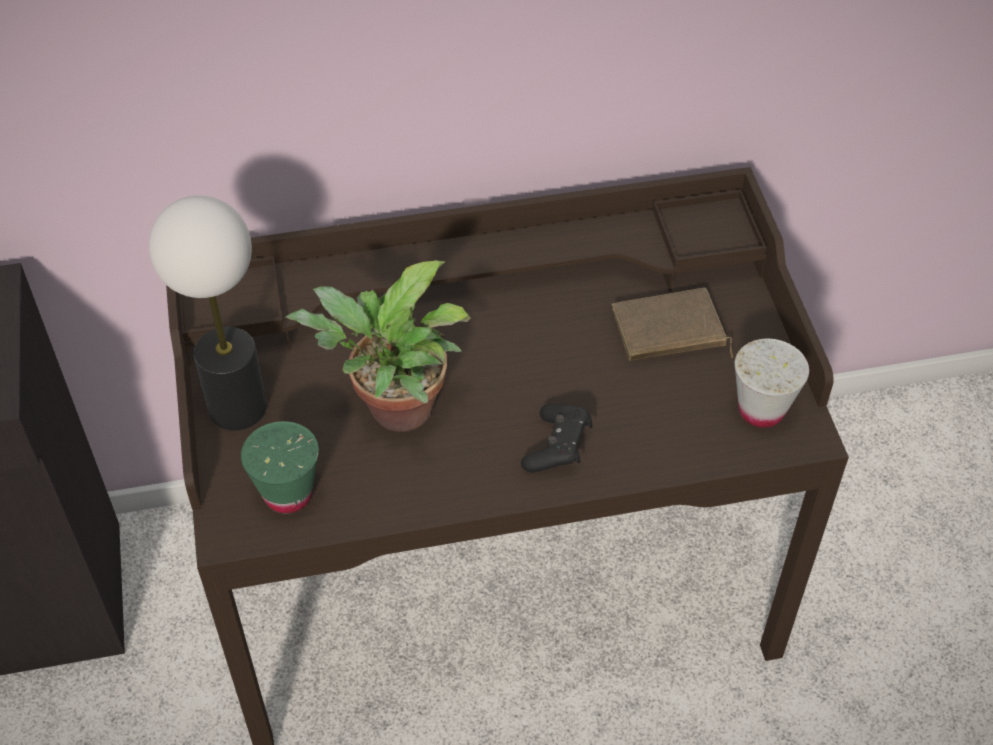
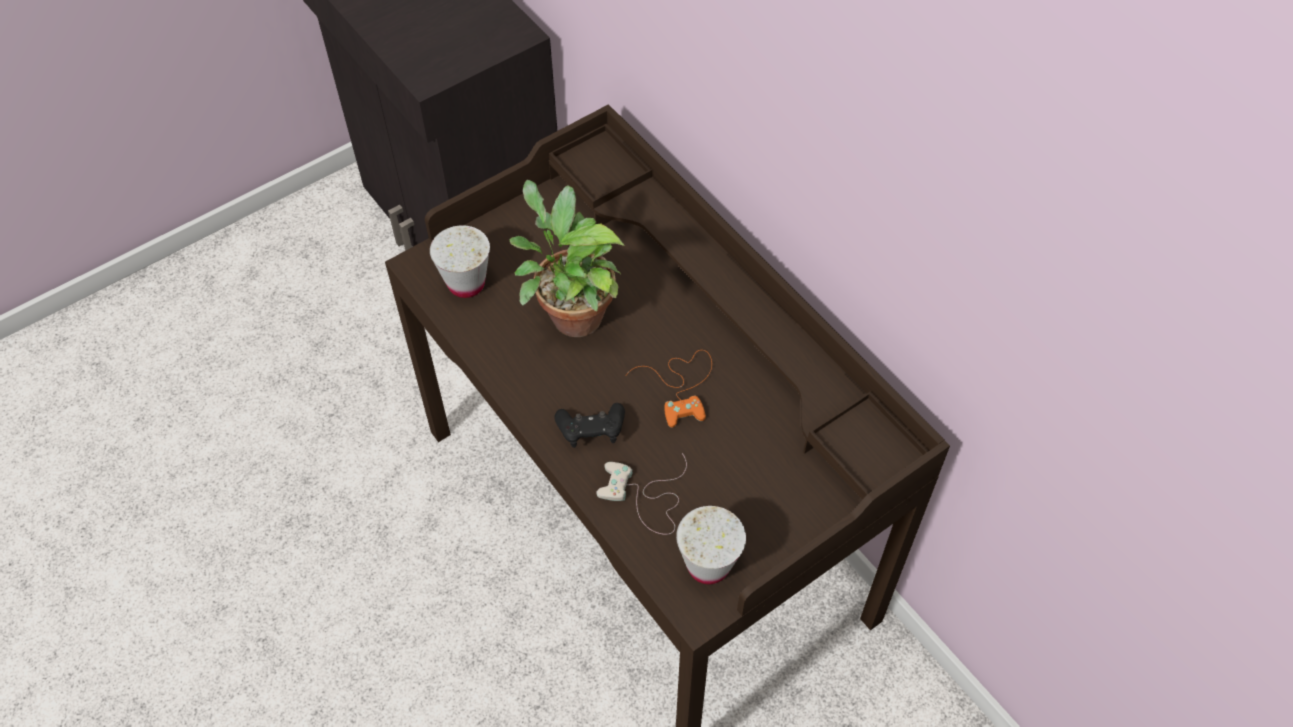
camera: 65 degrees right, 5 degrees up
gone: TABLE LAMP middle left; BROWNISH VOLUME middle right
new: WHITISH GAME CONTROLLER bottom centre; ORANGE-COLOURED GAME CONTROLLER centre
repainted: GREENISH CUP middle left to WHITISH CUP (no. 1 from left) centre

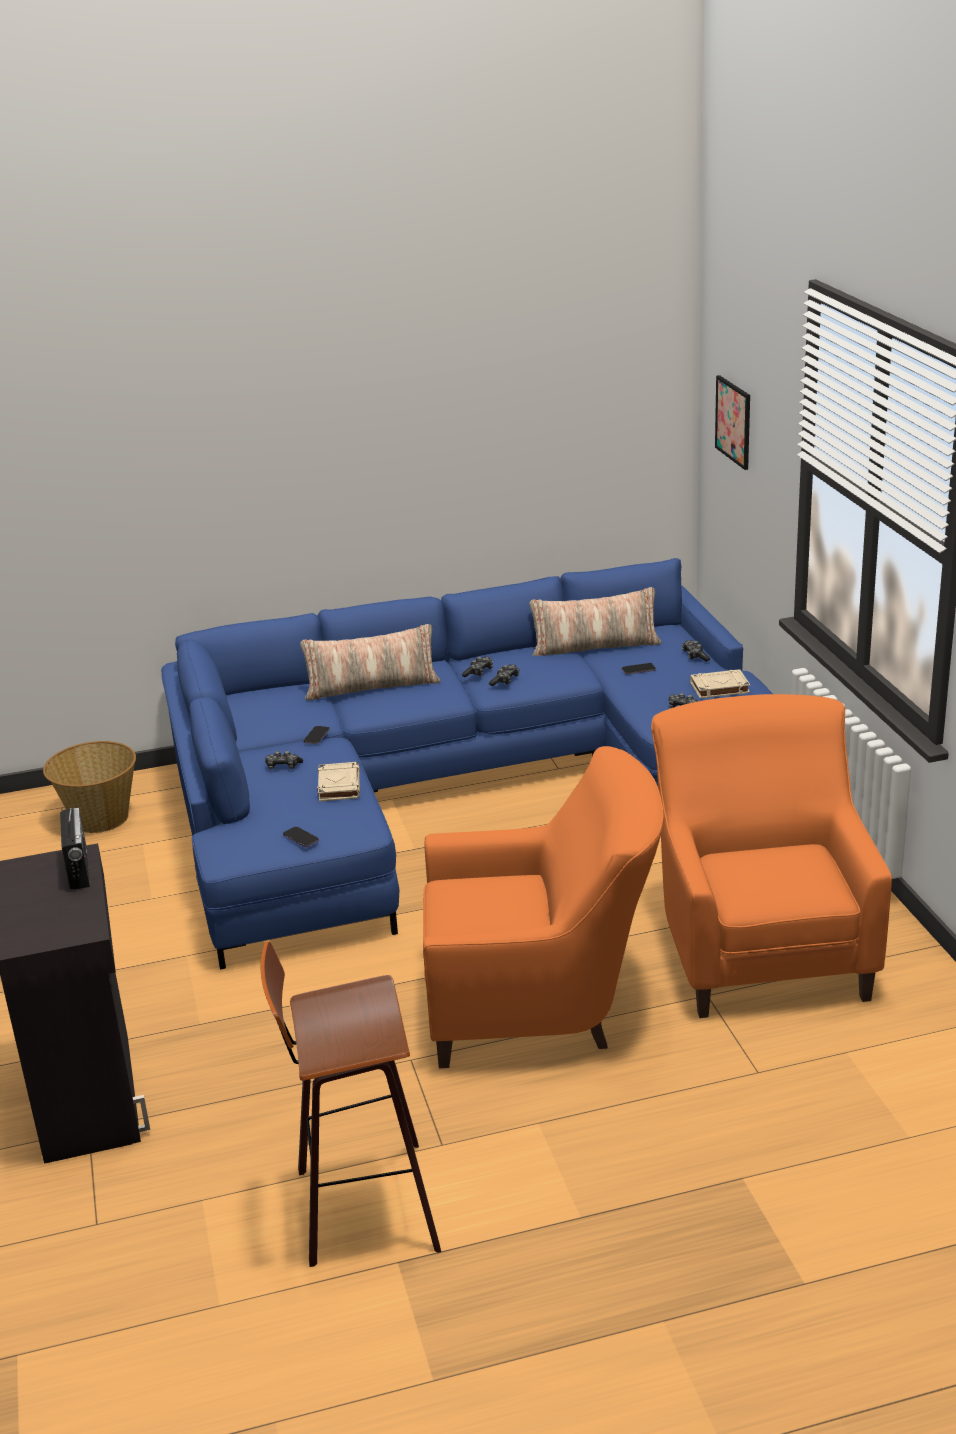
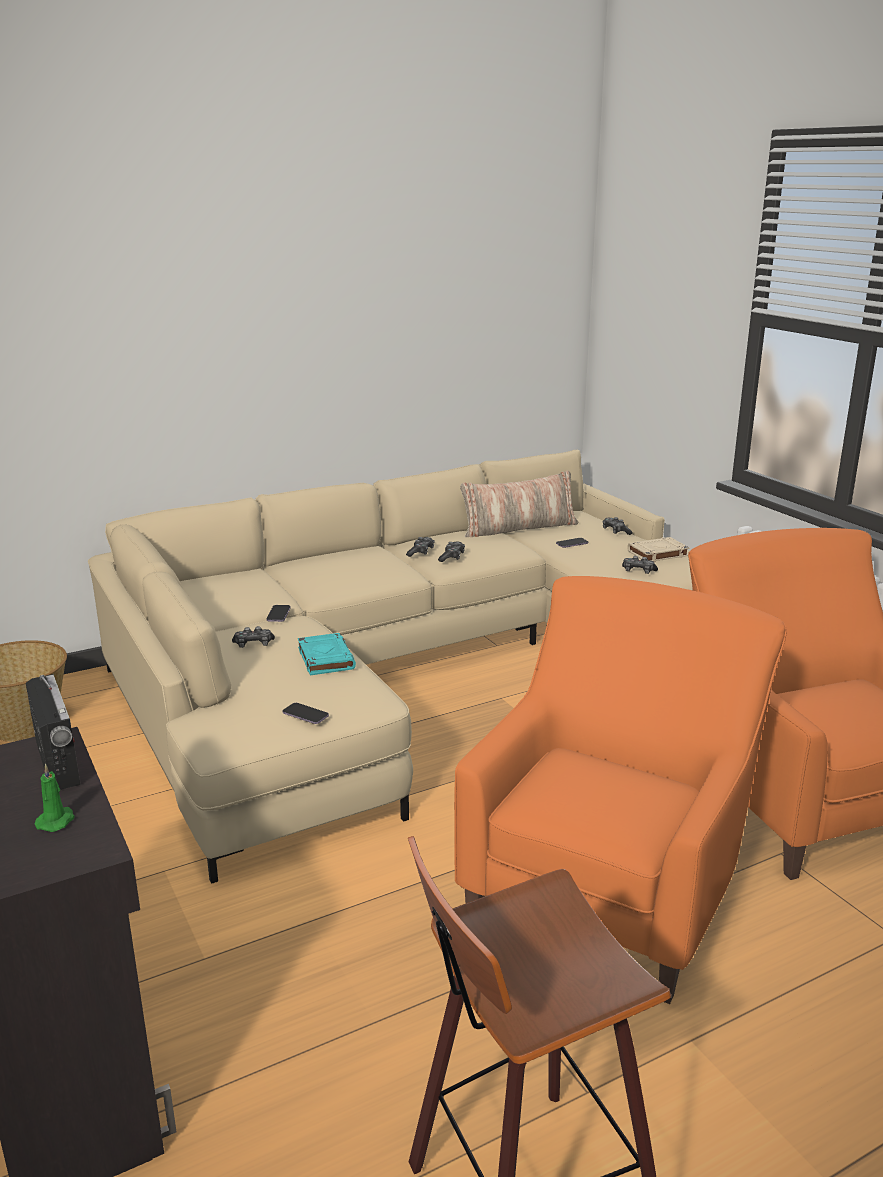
camera: 15 degrees left, 5 degrees down
gone: THROW PILLOW (no. 1 from left) centre; PICTURE top right
new: GREENISH WAX LIGHT bottom left
repainted: BLUISH SETTEE centre to SAND-COLOURED SETTEE centre; SAND-COLOURED VOLUME (no. 1 from left) centre to TURQUOISE VOLUME centre
rotated: ORANGE-COLOURED EASY CHAIR (no. 1 from left) centre = bottom right 45 degrees counterclockwise

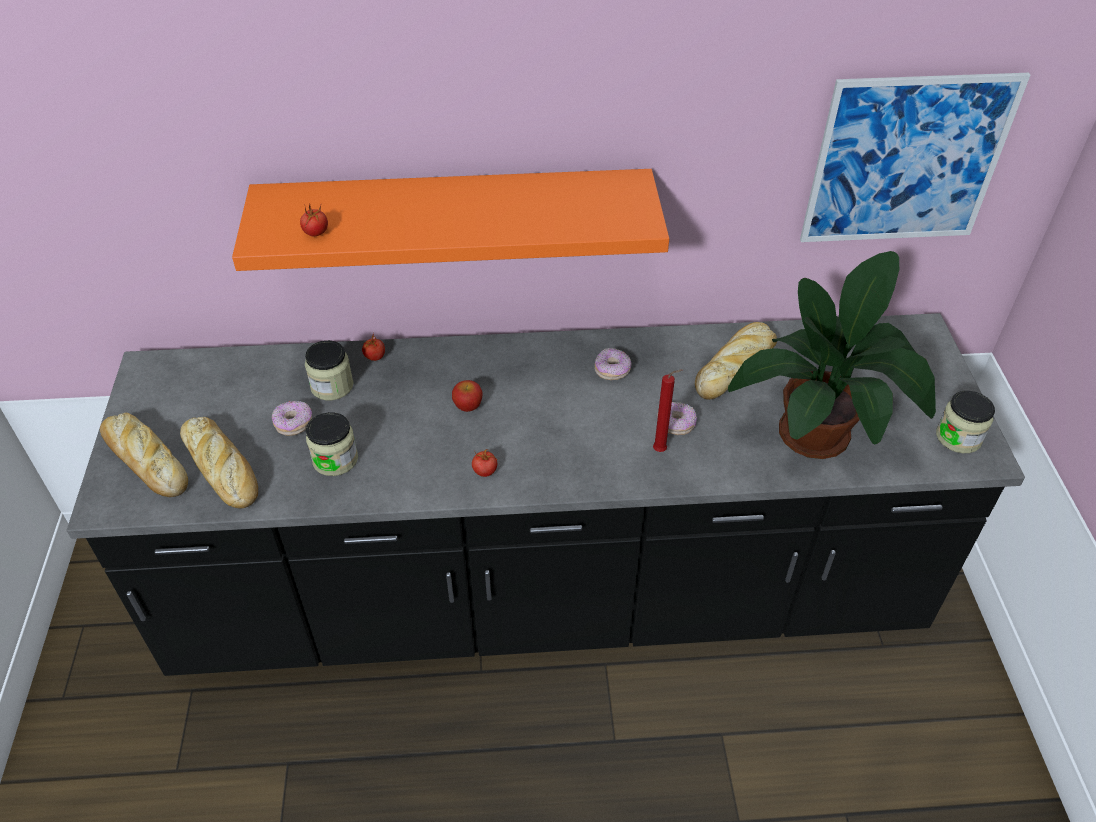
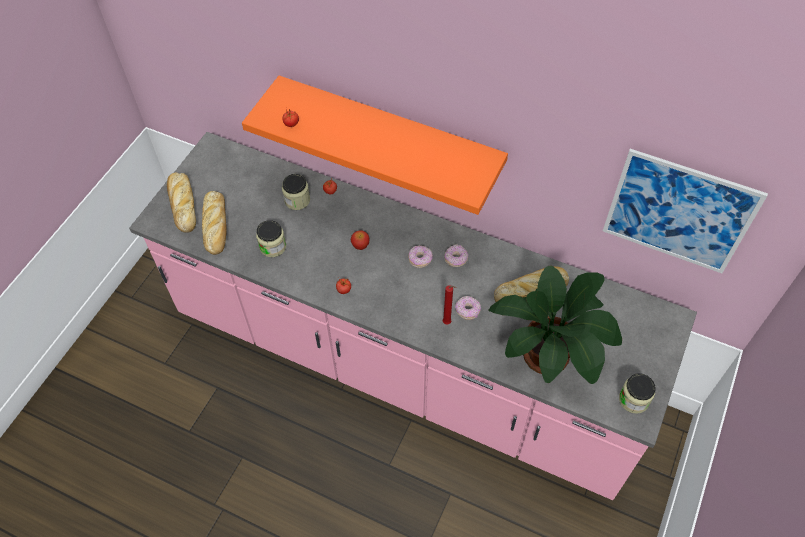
camera: 30 degrees right, 10 degrees up
shifted: RING DOUGHNUT (no. 1 from left) middle left to centre
repainted: BLACK KITCHEN BASE UNIT centre to PINK KITCHEN BASE UNIT centre

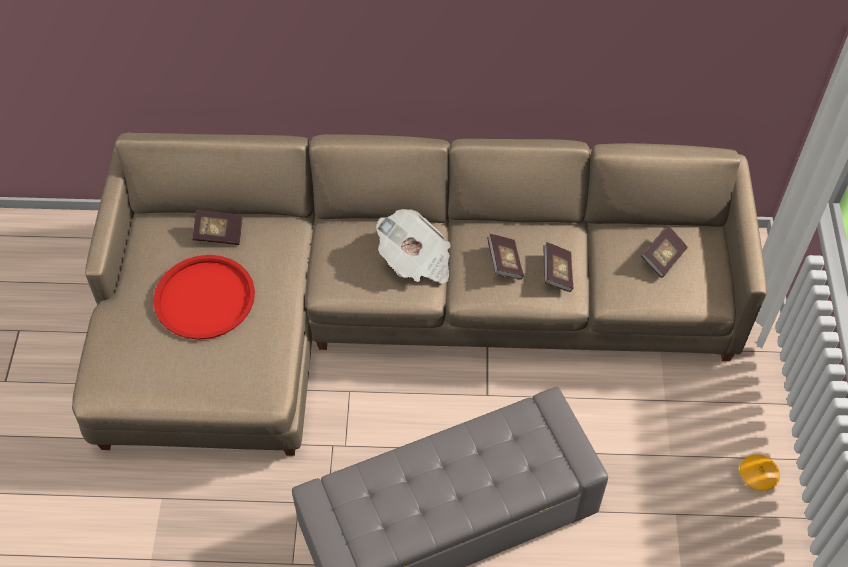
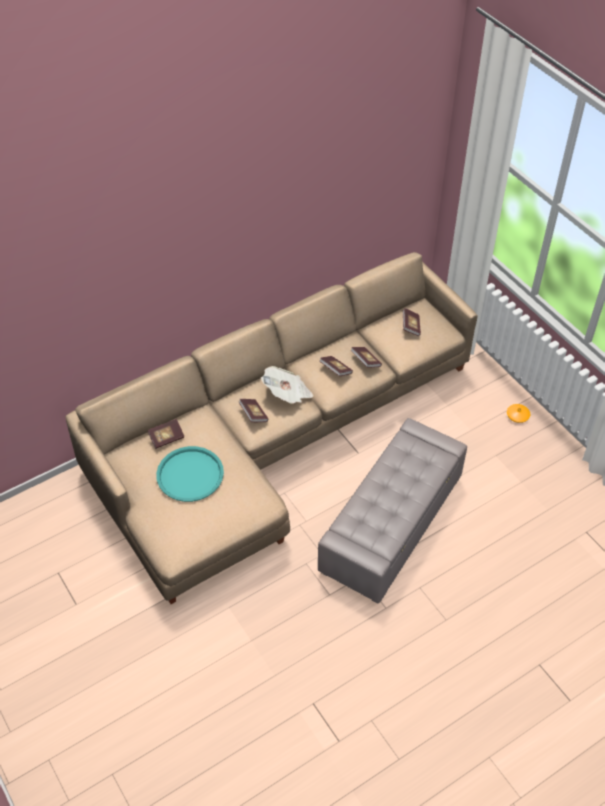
camera: 35 degrees left, 5 degrees down
new: VOLUME (no. 2 from left) centre
repainted: RED-COLOURED CARRYING TRAY middle left to TURQUOISE CARRYING TRAY middle left

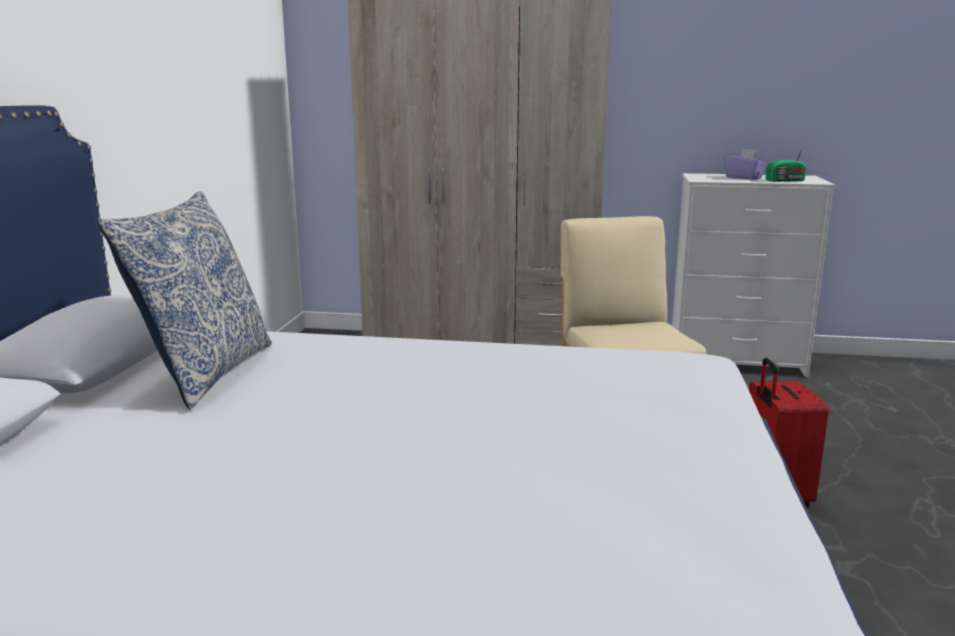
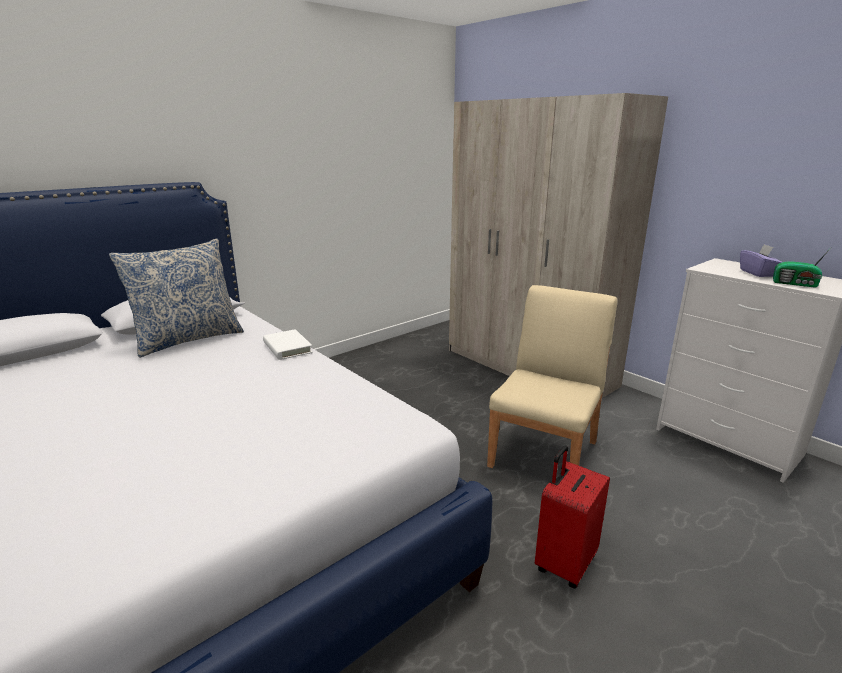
camera: 40 degrees right, 5 degrees up
new: WHITISH VOLUME centre

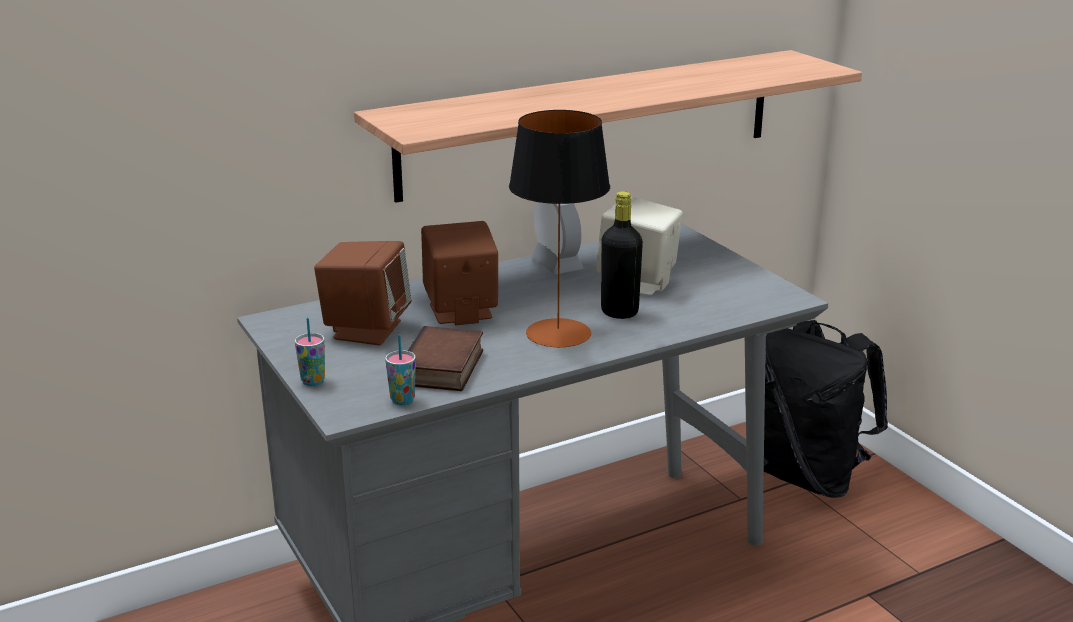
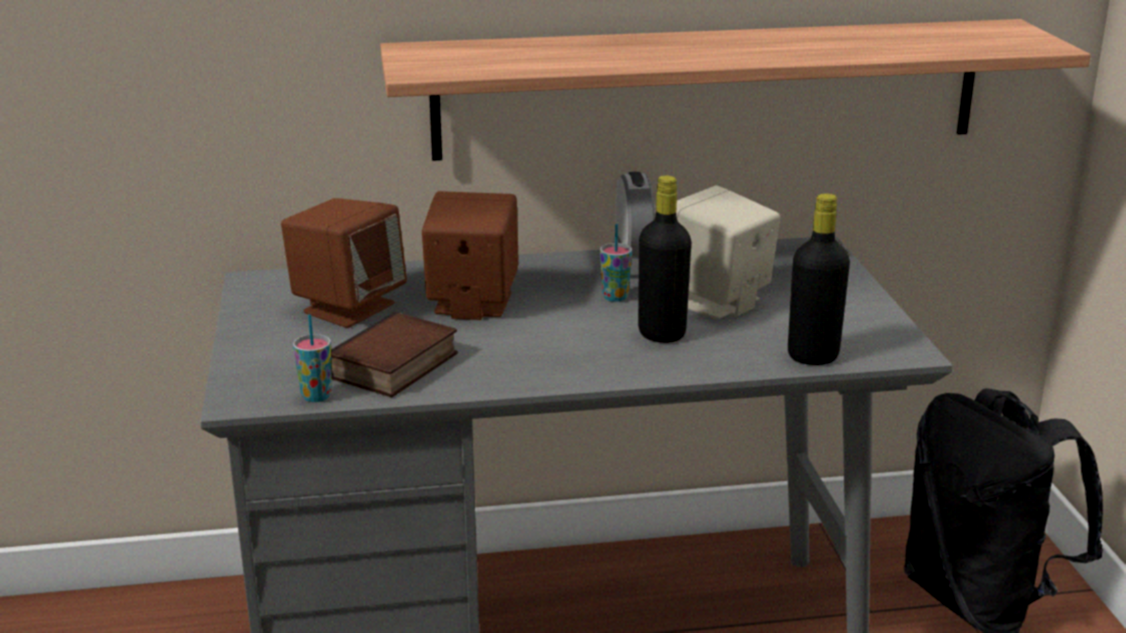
camera: 20 degrees right, 0 degrees up
gone: TABLE LAMP centre
new: BLACK DRINK BOTTLE (no. 2 from left) middle right
shifted: CUP (no. 1 from left in the first image) middle left to CUP (no. 2 from left) centre

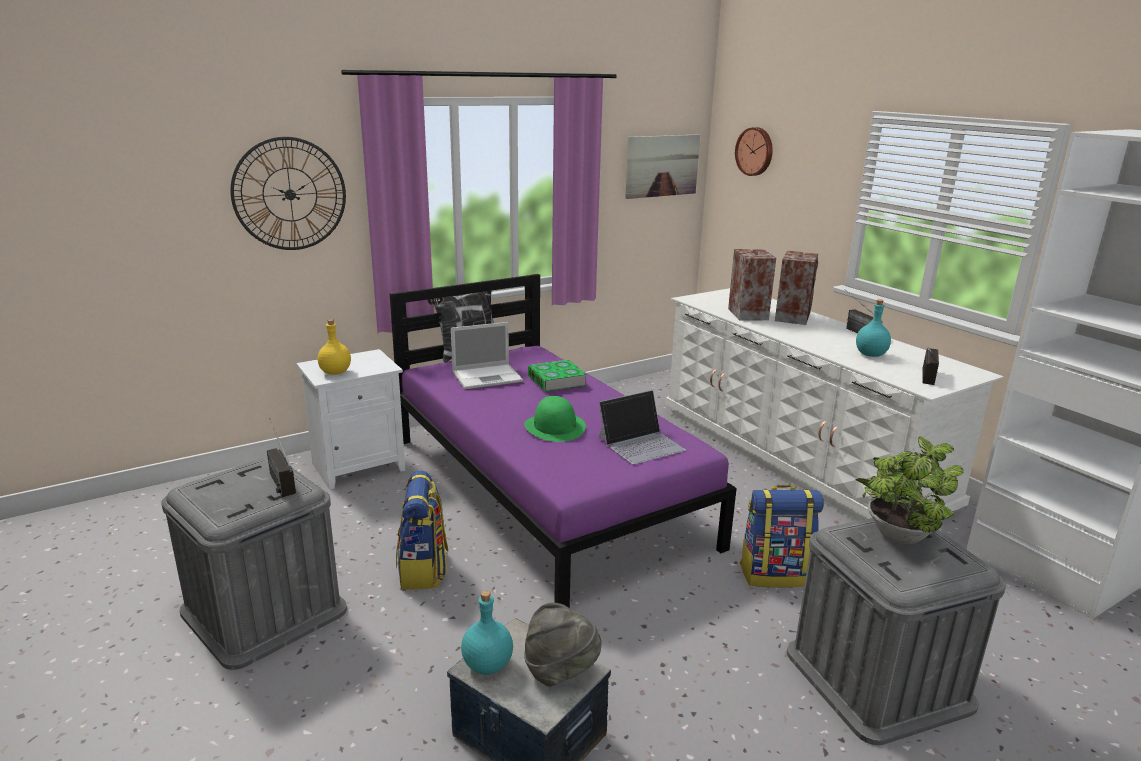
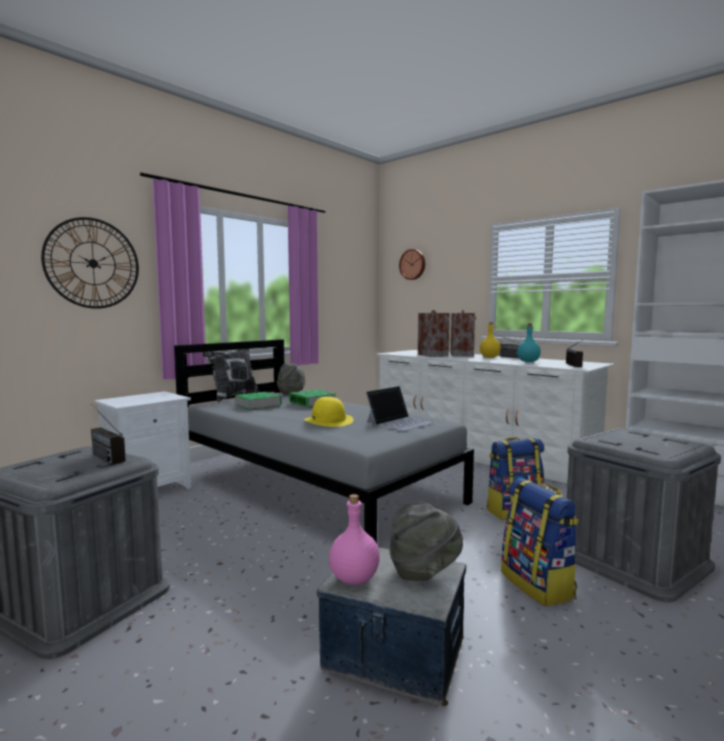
camera: 15 degrees left, 15 degrees down
gone: PICTURE top centre; POTTED PLANT middle right
new: GREY HAT (no. 1 from left) centre
shifted: YELLOW DRINK BOTTLE middle left to middle right; KNAPSACK (no. 1 from left in the first image) bottom centre to KNAPSACK (no. 2 from left) bottom right
swapped: NOTEBOOK COMPUTER (no. 1 from left) centre to VOLUME (no. 1 from left) centre
repainted: PURPLE BED centre to GREY BED centre; TURQUOISE DRINK BOTTLE (no. 1 from left) bottom centre to PINK DRINK BOTTLE bottom centre; GREENISH HAT centre to YELLOW HAT centre

